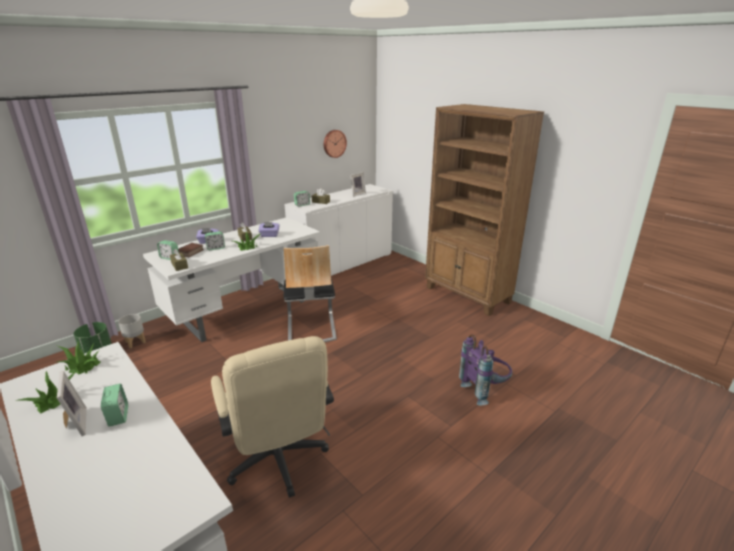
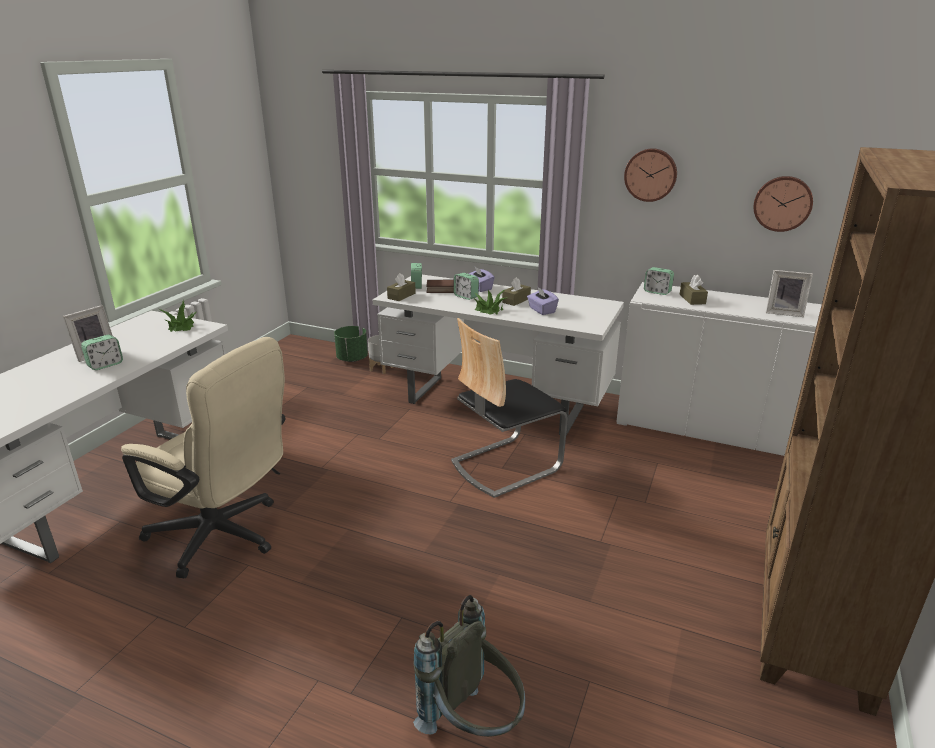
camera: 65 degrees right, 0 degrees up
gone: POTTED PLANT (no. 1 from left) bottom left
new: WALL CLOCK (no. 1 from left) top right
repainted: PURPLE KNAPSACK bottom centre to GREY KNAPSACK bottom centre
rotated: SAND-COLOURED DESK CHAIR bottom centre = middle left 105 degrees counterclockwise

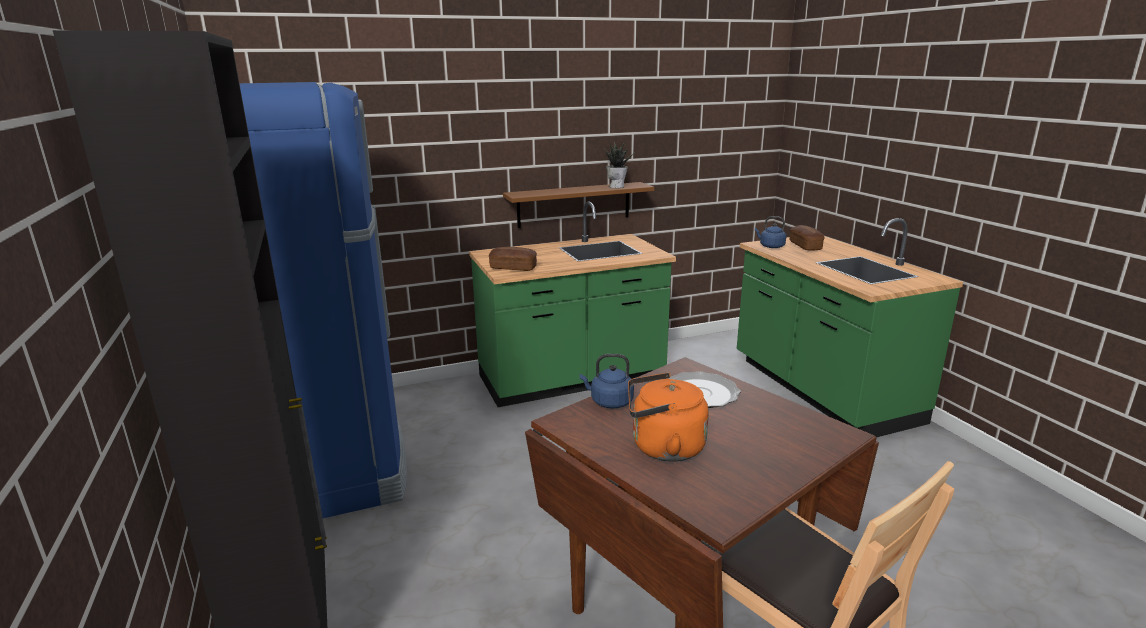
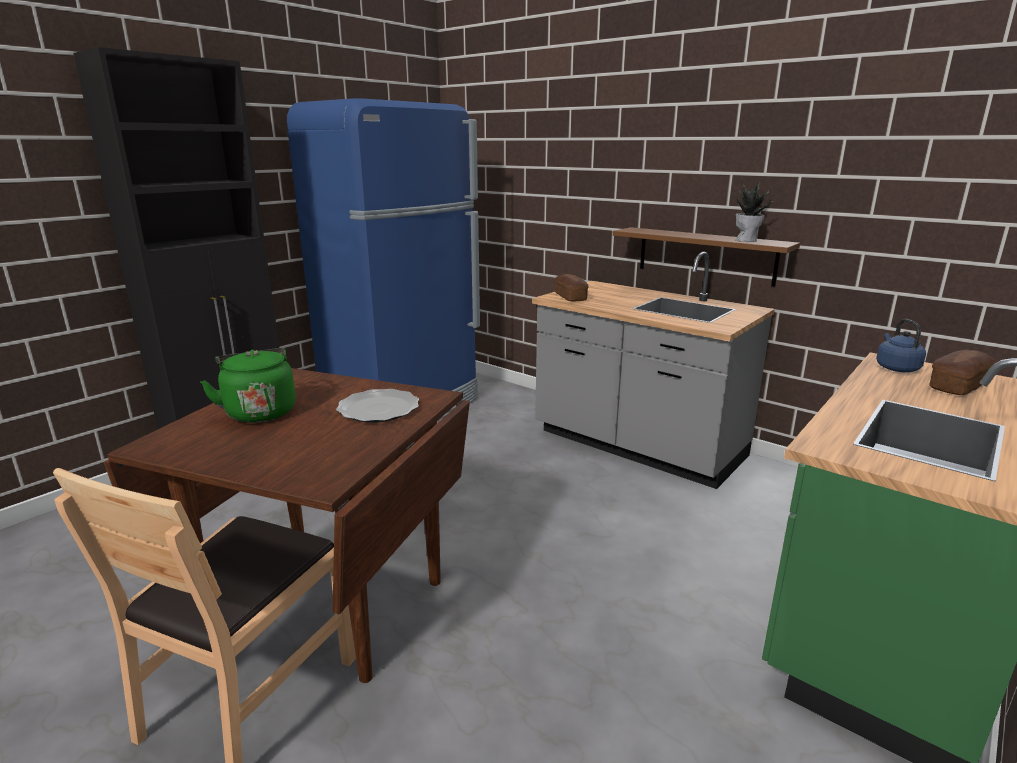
camera: 60 degrees right, 0 degrees up
gone: BLUISH TEA KETTLE (no. 1 from left) centre
repainted: GREENISH KITCHEN BASE UNIT (no. 1 from left) centre to GREY KITCHEN BASE UNIT centre; ORANGE-COLOURED TEA KETTLE centre to GREENISH TEA KETTLE middle left

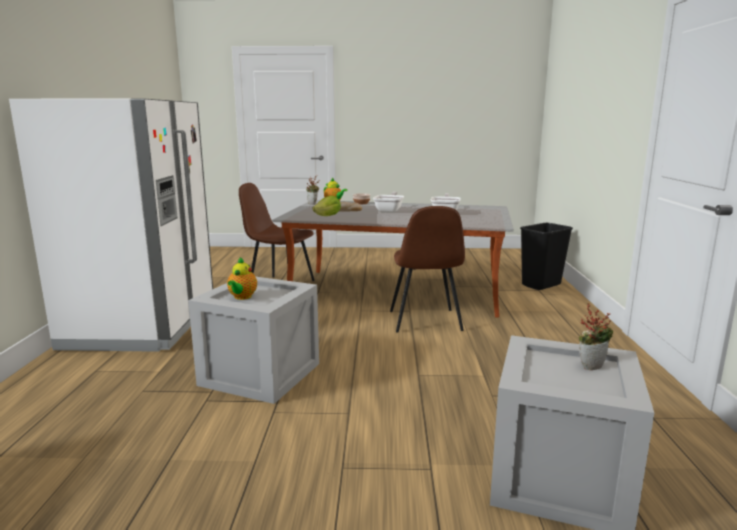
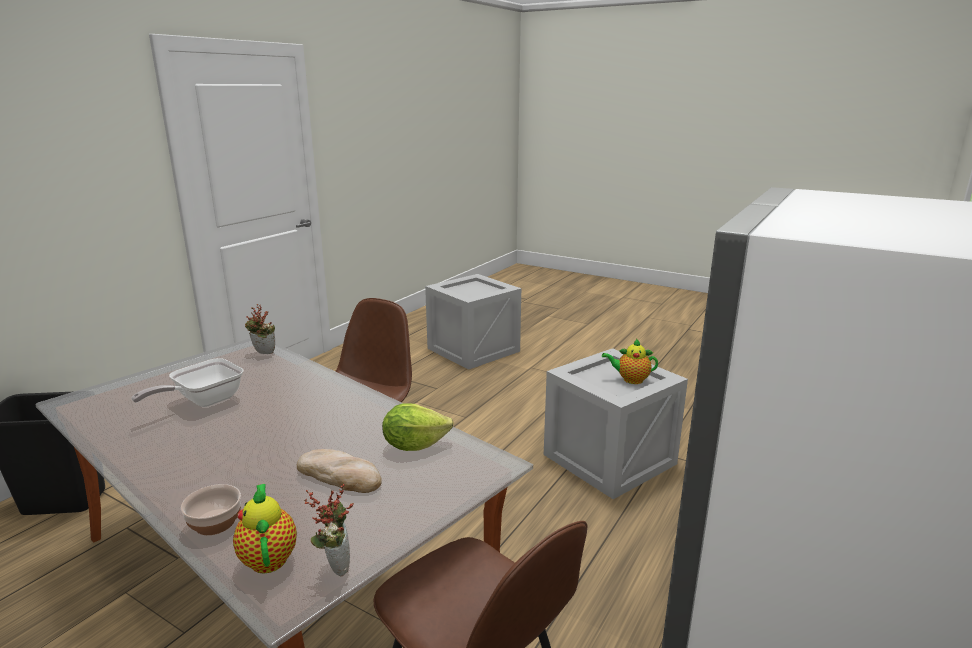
camera: 150 degrees left, 5 degrees up
gone: PAN (no. 1 from left) centre
shifted: POTTED PLANT (no. 2 from left in the first image) middle right to POTTED PLANT (no. 1 from left) middle left
rotated: TEAPOT (no. 1 from left in the first image) middle left = centre 120 degrees counterclockwise

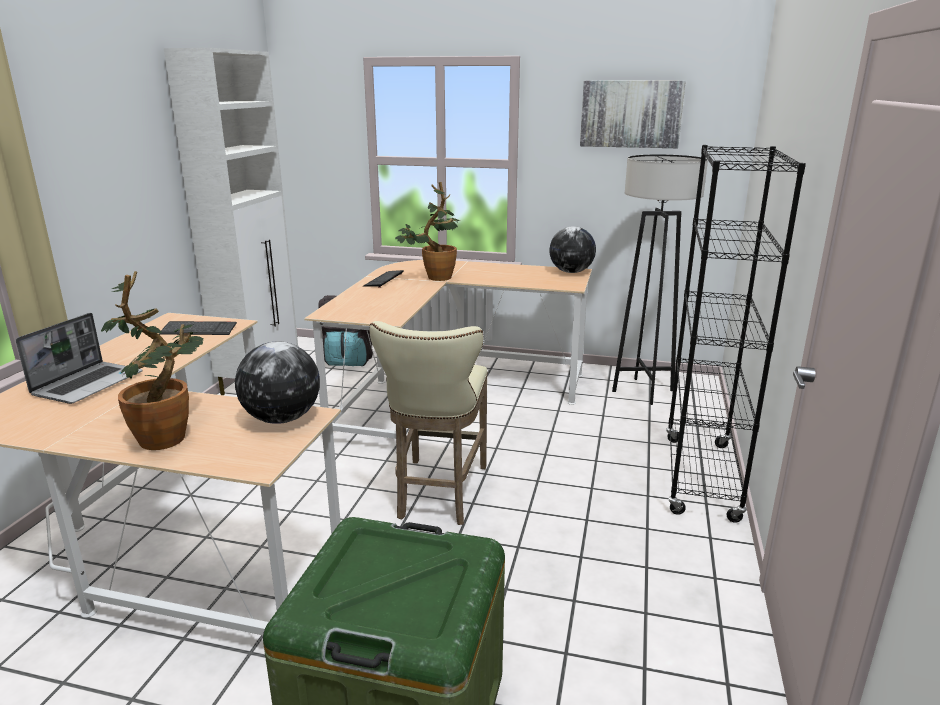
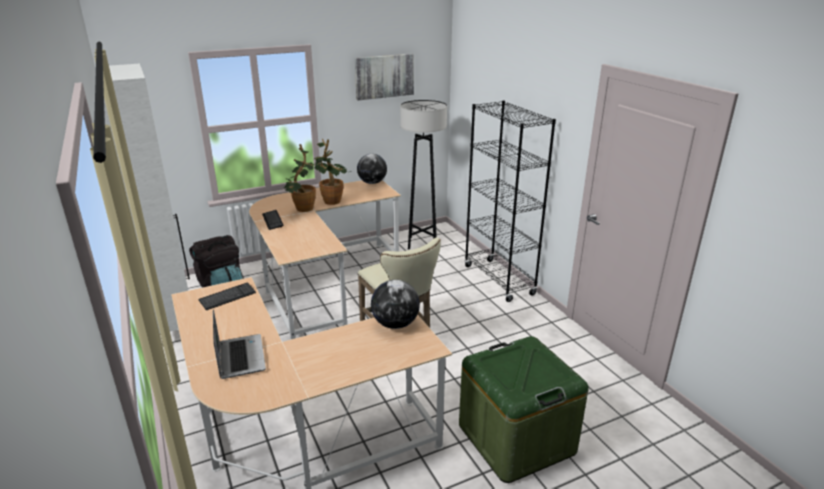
camera: 40 degrees left, 5 degrees up
shifted: POTTED PLANT (no. 1 from left in the first image) middle left to POTTED PLANT (no. 2 from left) centre

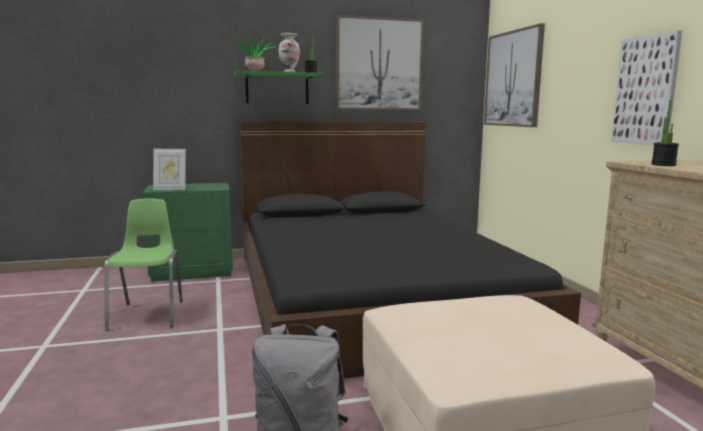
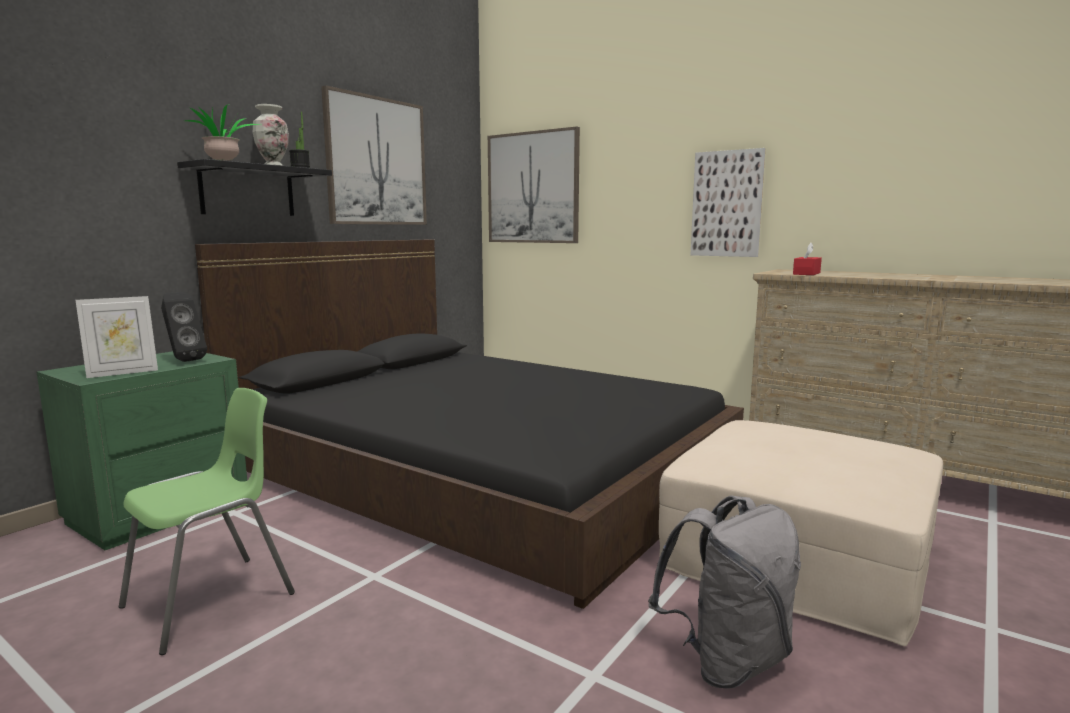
camera: 40 degrees left, 0 degrees up
new: BLACK LOUDSPEAKER middle left
swapped: POTTED PLANT (no. 3 from left) top right to RED-COLOURED TISSUE HOLDER middle right
repainted: GREENISH SHELF top centre to BLACK SHELF top left
rotated: GREENISH UPRIGHT CHAIR middle left = bottom left 90 degrees clockwise

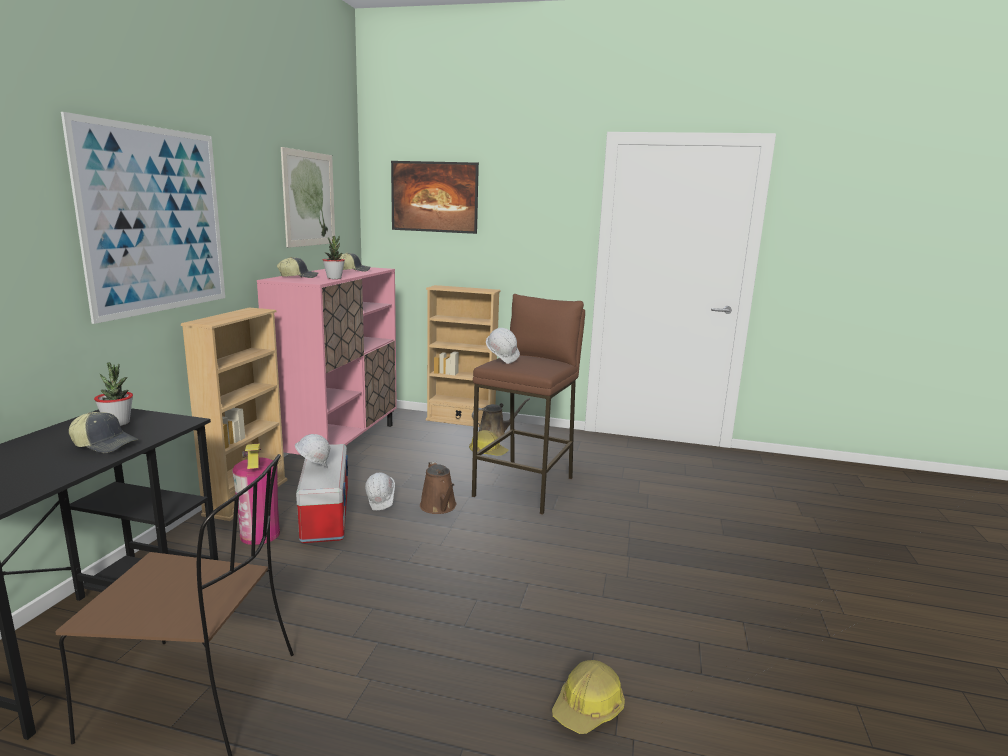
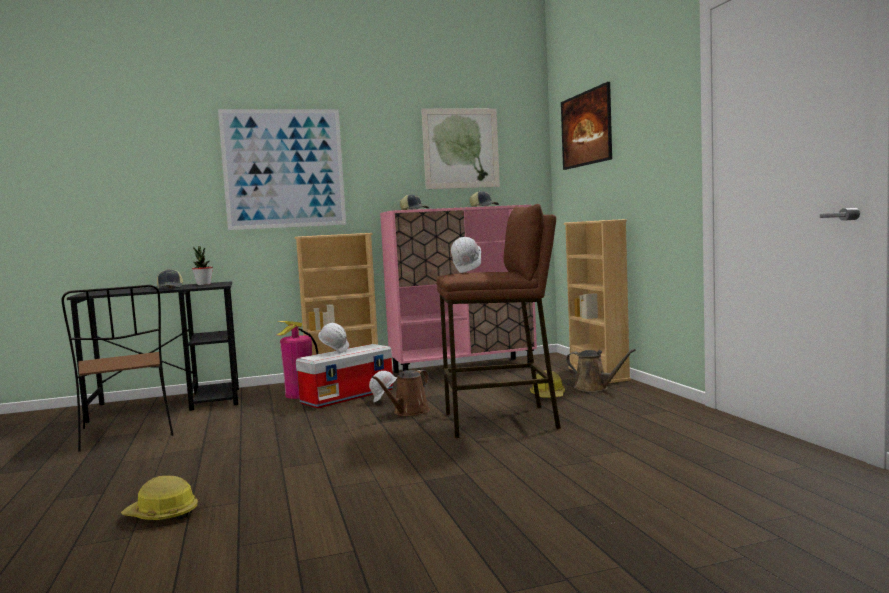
camera: 60 degrees right, 10 degrees down
gone: POTTED PLANT (no. 2 from left) middle left

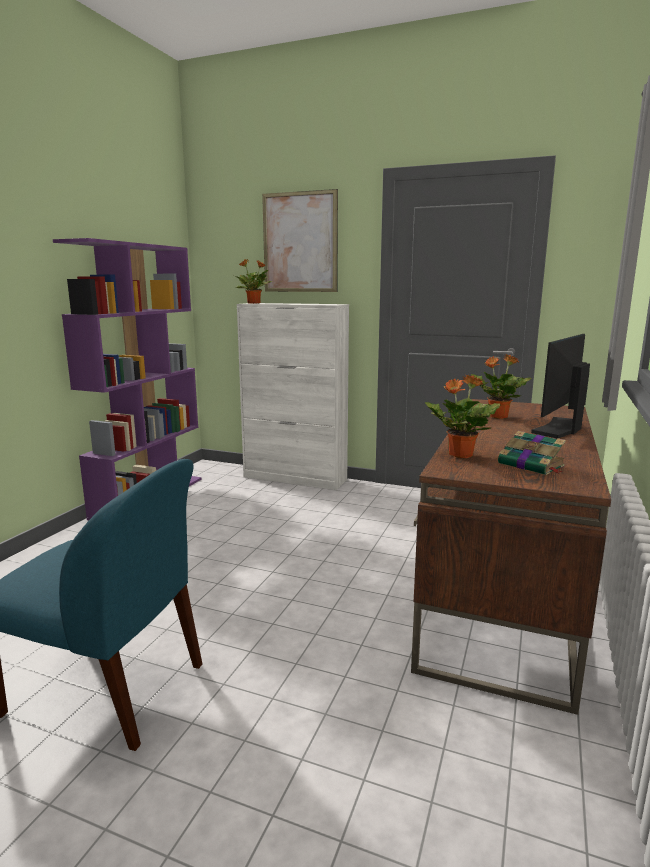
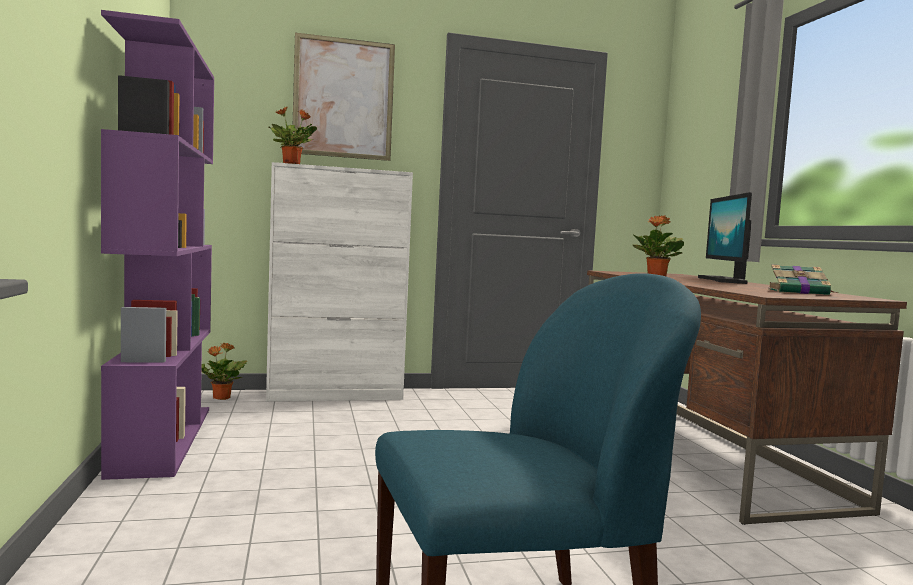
camera: 35 degrees left, 10 degrees down
shifted: POTTED PLANT (no. 2 from left in the first image) middle right to POTTED PLANT (no. 1 from left) middle left

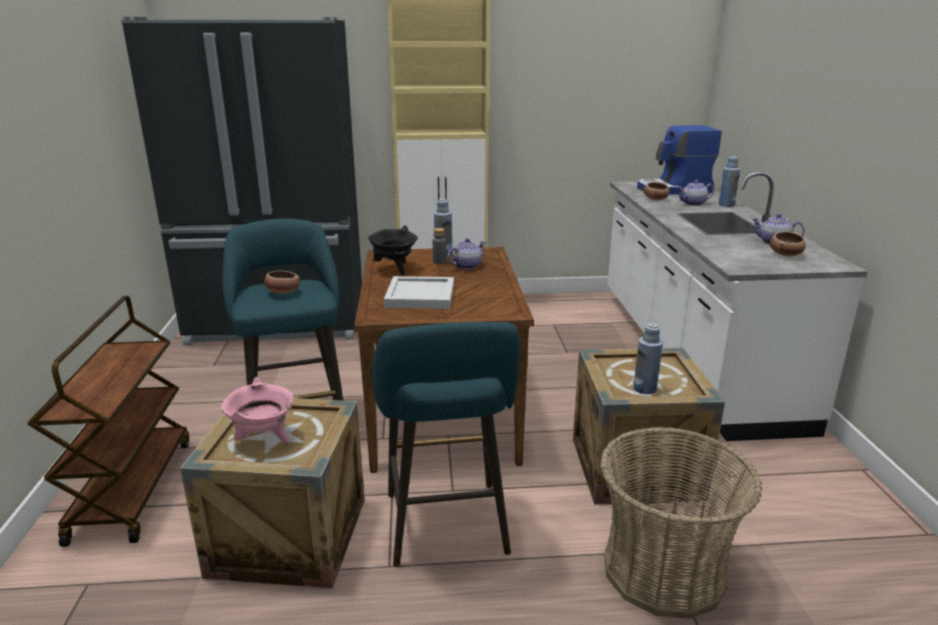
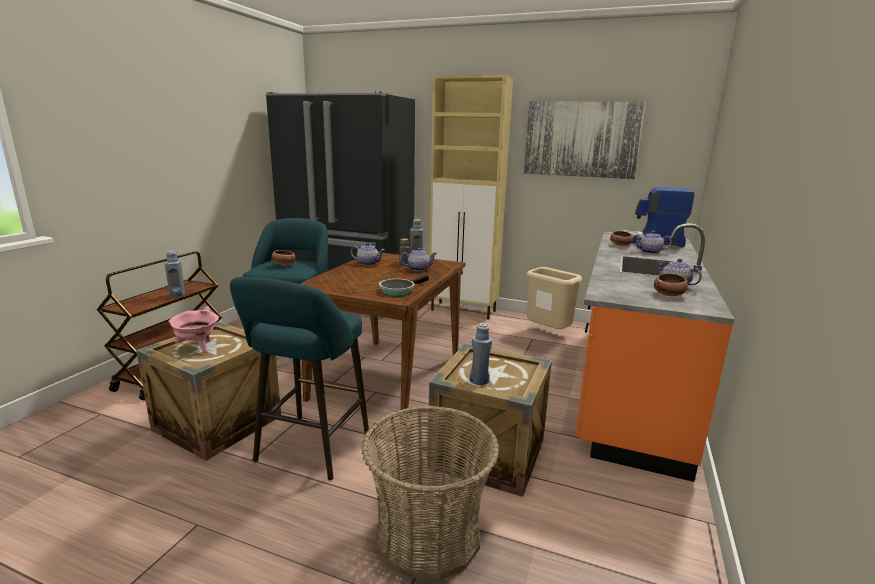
camera: 25 degrees right, 5 degrees down
gone: WHITISH CARRYING TRAY centre
new: PAN centre; PICTURE top right; SAND-COLOURED WASTE BIN centre
shifted: BLUISH DRINK BOTTLE (no. 3 from left in the first image) top right to BLUISH DRINK BOTTLE (no. 1 from left) middle left
swapped: BLACK STOCKPOT centre to TEAPOT (no. 1 from left) centre
repainted: WHITISH KITCHEN BASE UNIT middle right to ORANGE-COLOURED KITCHEN BASE UNIT middle right

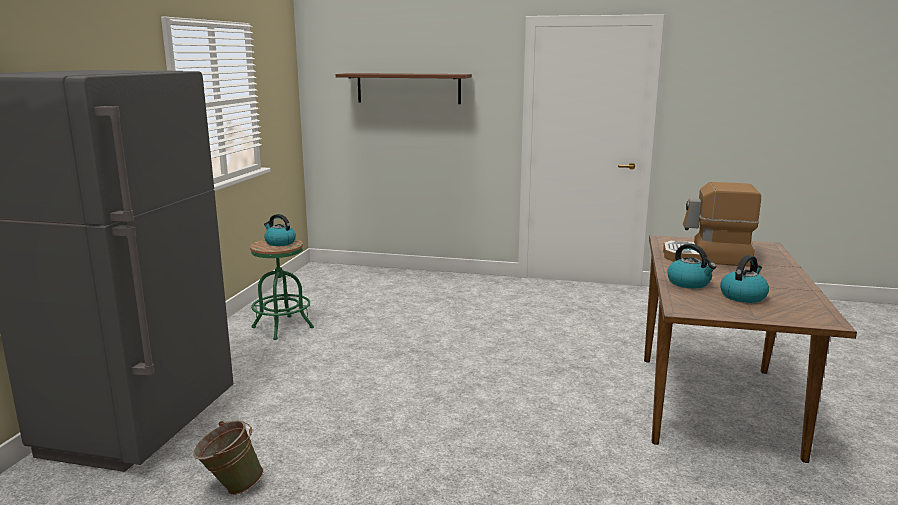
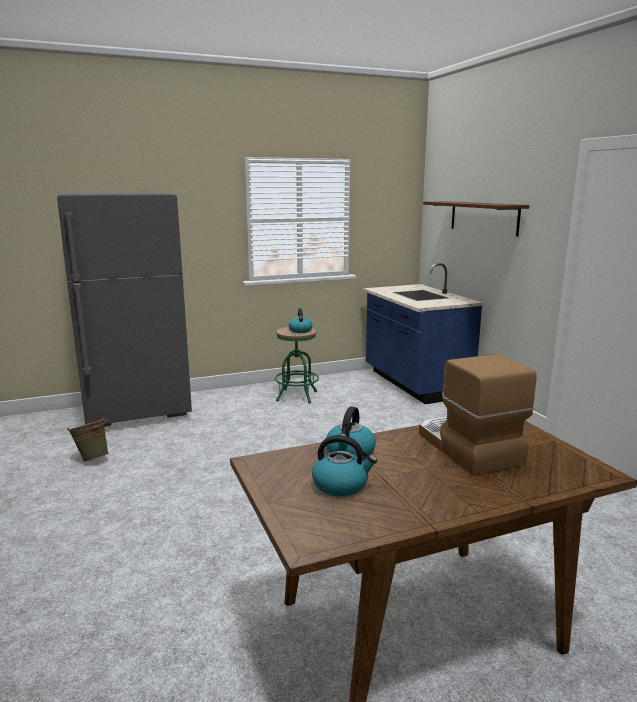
camera: 55 degrees right, 0 degrees up
new: BLUISH KITCHEN BASE UNIT centre

